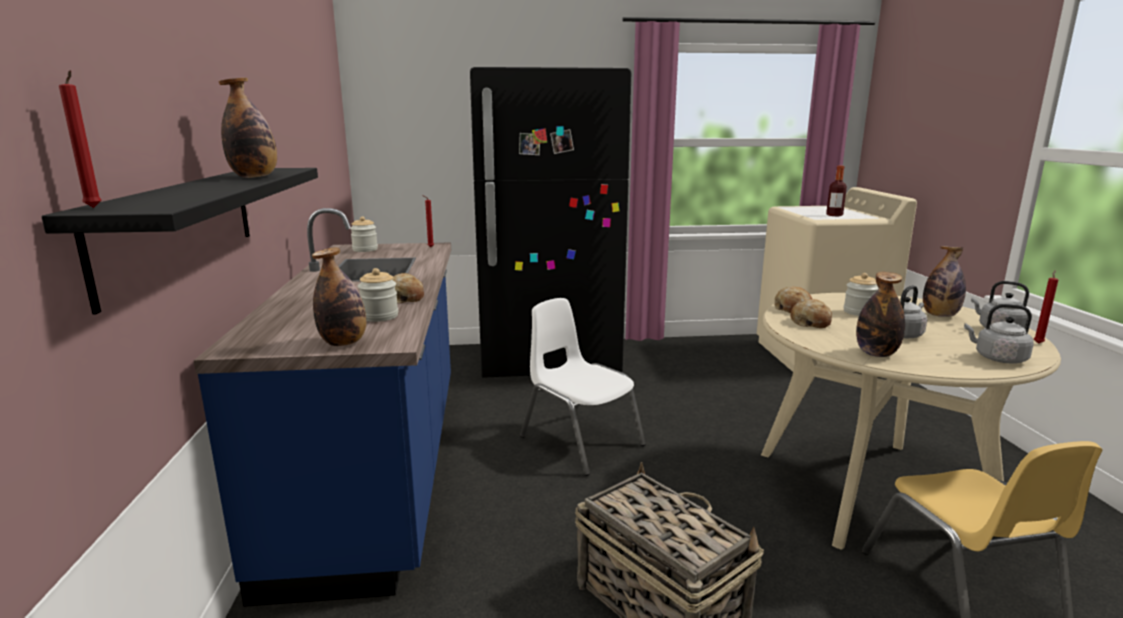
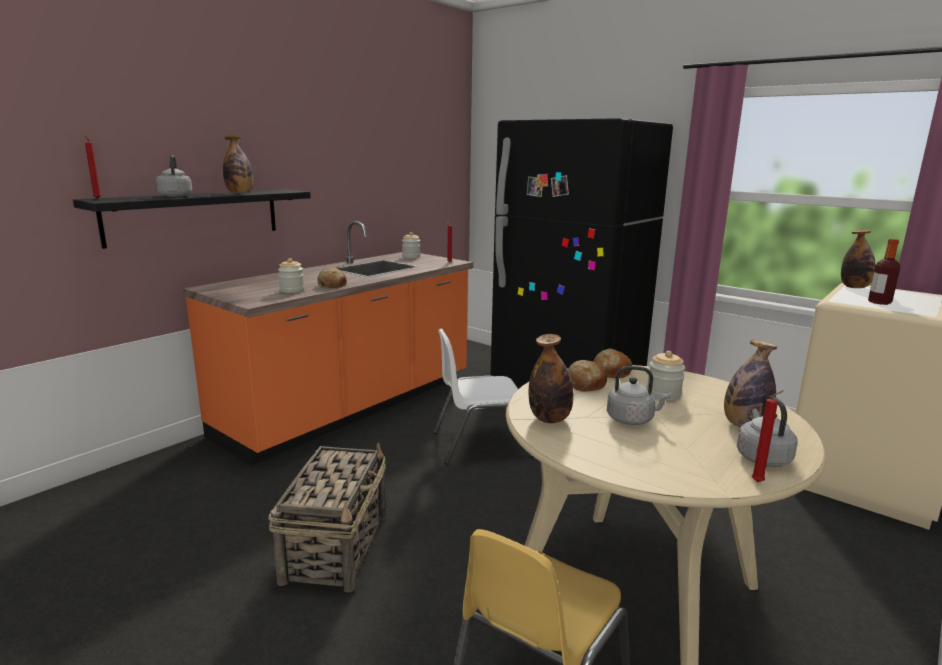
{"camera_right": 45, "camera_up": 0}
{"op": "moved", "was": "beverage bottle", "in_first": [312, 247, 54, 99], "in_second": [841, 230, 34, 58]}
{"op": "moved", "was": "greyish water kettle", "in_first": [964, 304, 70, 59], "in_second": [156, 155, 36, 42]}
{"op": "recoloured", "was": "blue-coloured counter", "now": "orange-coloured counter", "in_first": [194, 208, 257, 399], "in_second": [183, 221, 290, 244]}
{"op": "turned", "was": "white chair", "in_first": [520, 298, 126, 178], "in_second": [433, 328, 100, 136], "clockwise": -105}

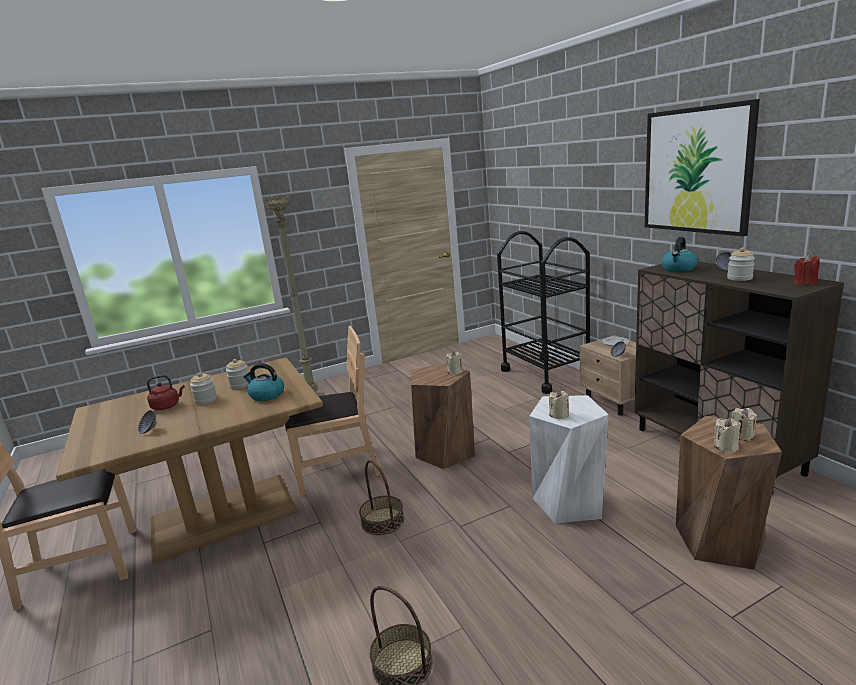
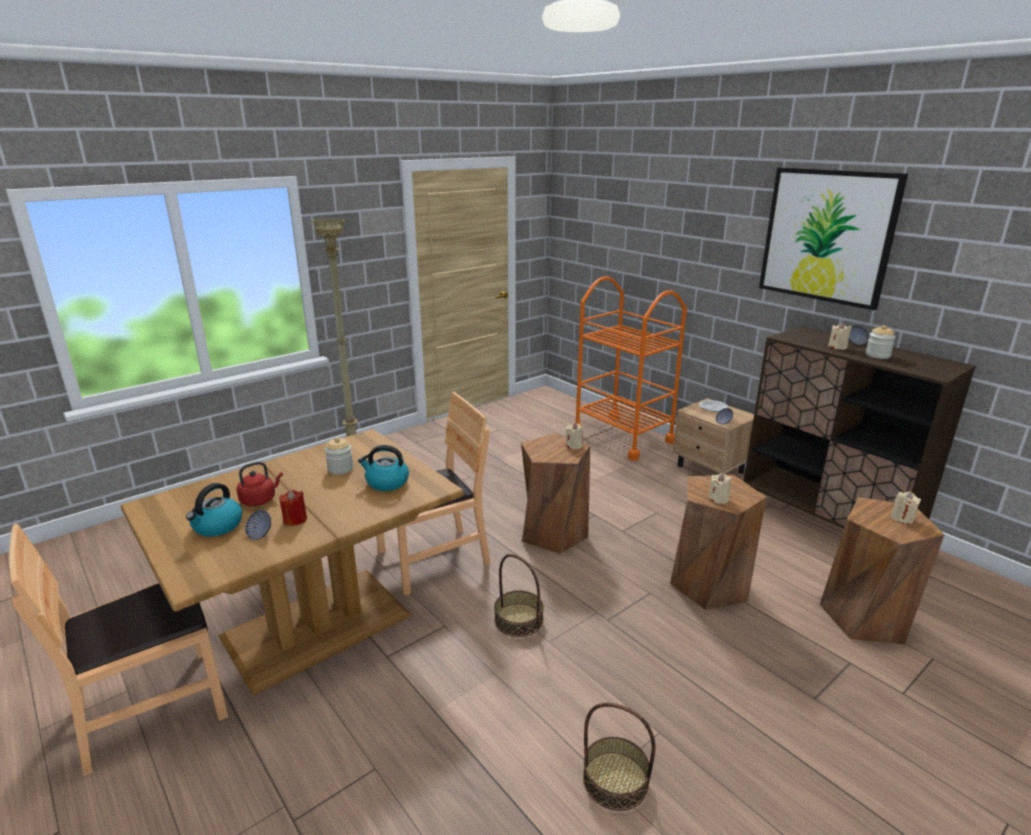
{"camera_right": -15, "camera_up": 5}
{"op": "removed", "was": "storage jar", "in_first": [190, 373, 27, 32]}
{"op": "moved", "was": "water kettle", "in_first": [661, 237, 37, 35], "in_second": [186, 483, 56, 53]}
{"op": "moved", "was": "beige-coloured candle", "in_first": [714, 418, 27, 34], "in_second": [828, 322, 24, 28]}
{"op": "moved", "was": "red candle", "in_first": [794, 255, 26, 30], "in_second": [279, 490, 28, 36]}
{"op": "recoloured", "was": "blackish cart", "now": "orange-coloured cart", "in_first": [497, 231, 93, 163], "in_second": [573, 276, 114, 185]}
{"op": "recoloured", "was": "white sitting stool", "now": "brown sitting stool", "in_first": [529, 395, 80, 128], "in_second": [670, 475, 97, 135]}

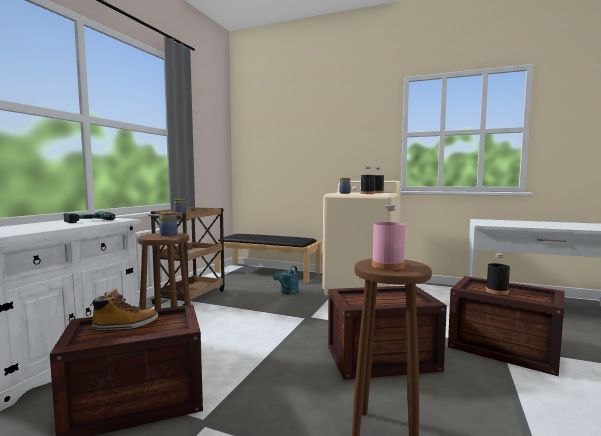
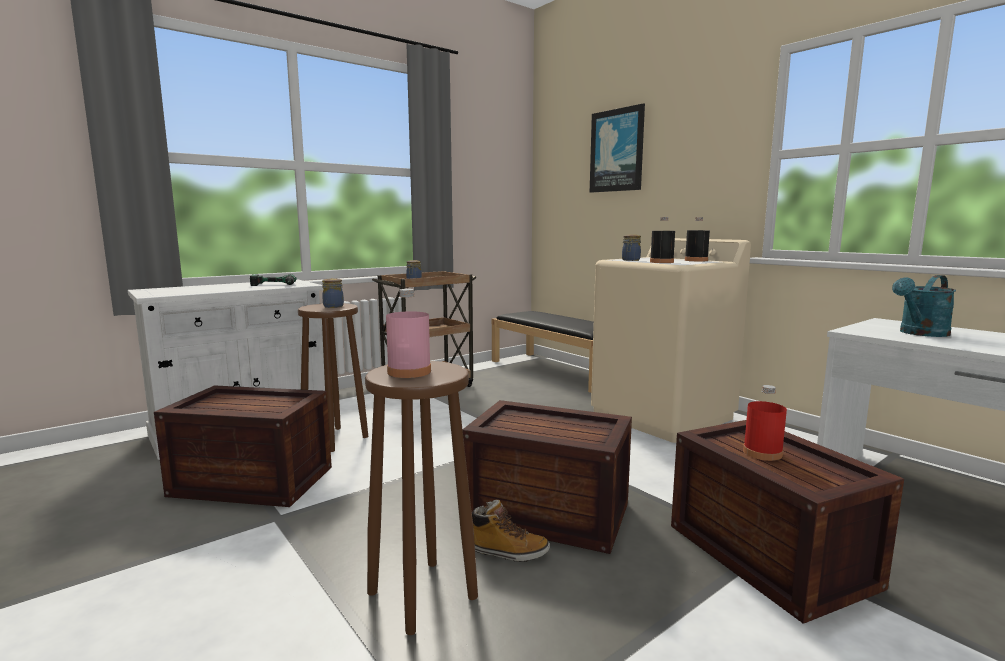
{"camera_right": 30, "camera_up": 5}
{"op": "added", "now": "wall art", "in_second": [590, 103, 55, 90]}
{"op": "moved", "was": "tall boot", "in_first": [90, 288, 68, 43], "in_second": [472, 500, 78, 62]}
{"op": "moved", "was": "turquoise-coloured watering can", "in_first": [273, 266, 26, 29], "in_second": [892, 275, 64, 62]}
{"op": "recoloured", "was": "blackish beverage bottle", "now": "red beverage bottle", "in_first": [486, 254, 24, 41], "in_second": [743, 385, 44, 76]}

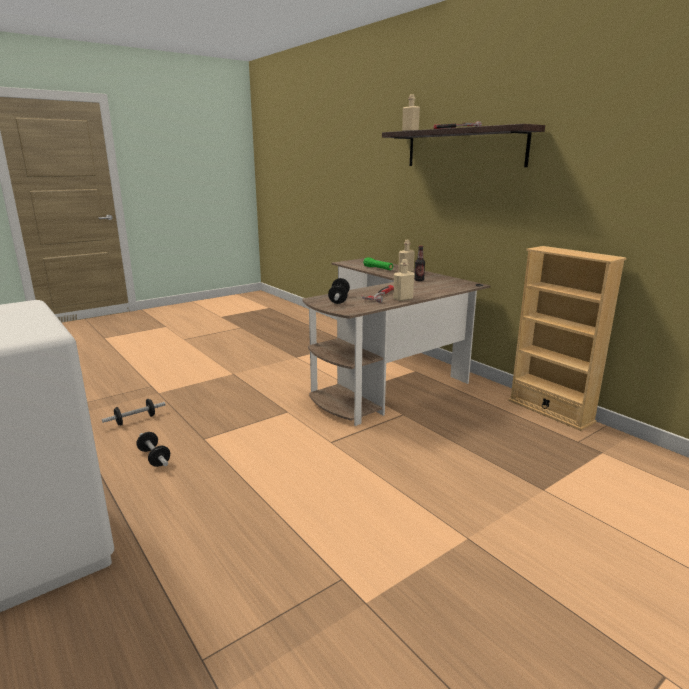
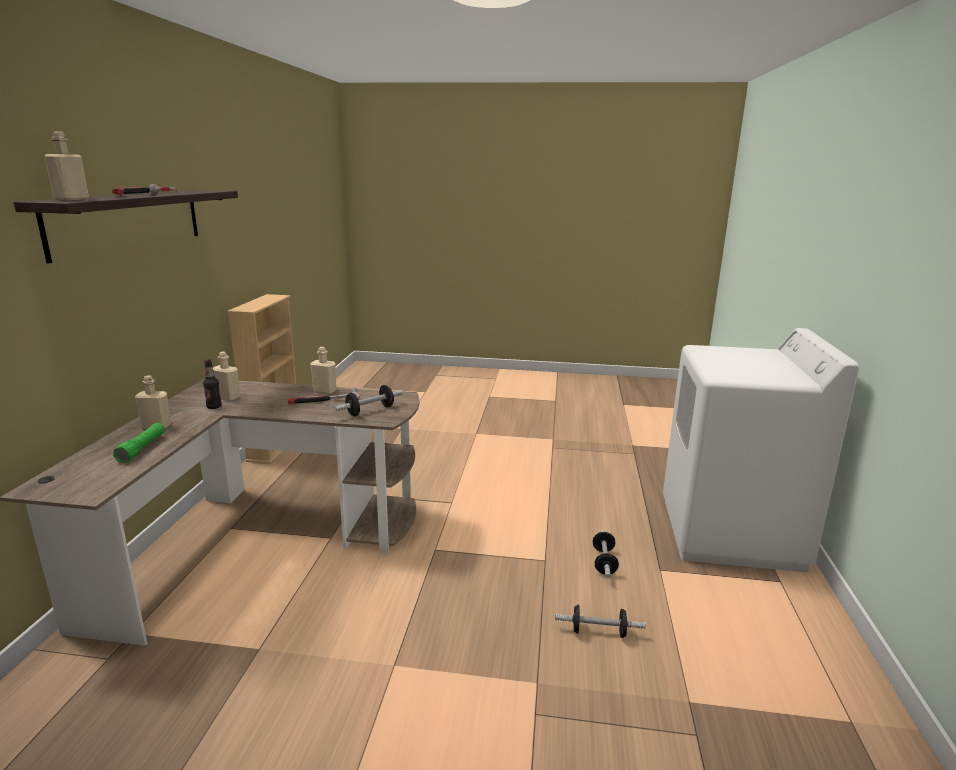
{"camera_right": -135, "camera_up": 0}
{"op": "added", "now": "beige-coloured beverage bottle", "in_second": [213, 352, 28, 49]}

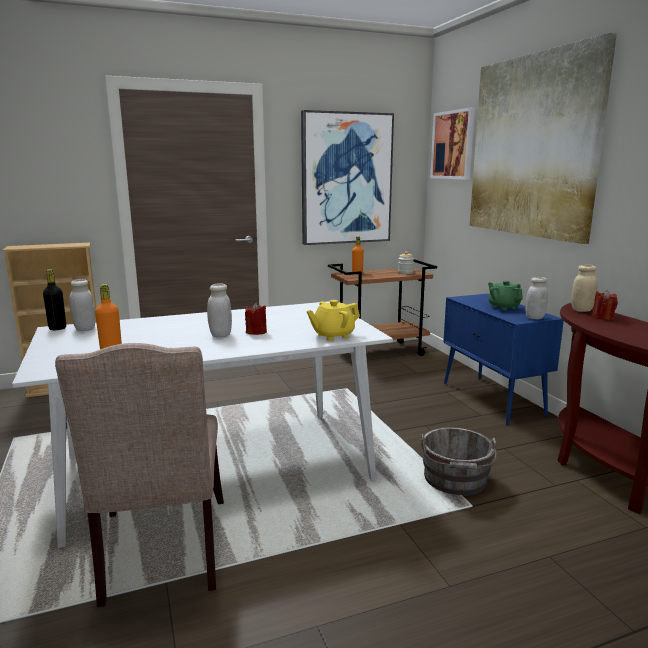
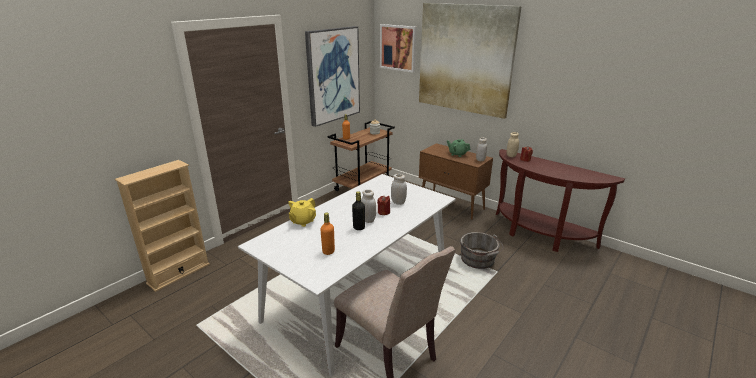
{"camera_right": -30, "camera_up": 10}
{"op": "moved", "was": "blackish beverage bottle", "in_first": [43, 269, 23, 61], "in_second": [352, 191, 13, 39]}
{"op": "moved", "was": "white storage jar", "in_first": [69, 279, 26, 52], "in_second": [391, 174, 16, 31]}
{"op": "moved", "was": "yellow tea pot", "in_first": [307, 300, 53, 41], "in_second": [288, 198, 28, 29]}
{"op": "recoloured", "was": "blue-coloured cupboard", "now": "brown cupboard", "in_first": [443, 294, 121, 131], "in_second": [419, 143, 74, 77]}

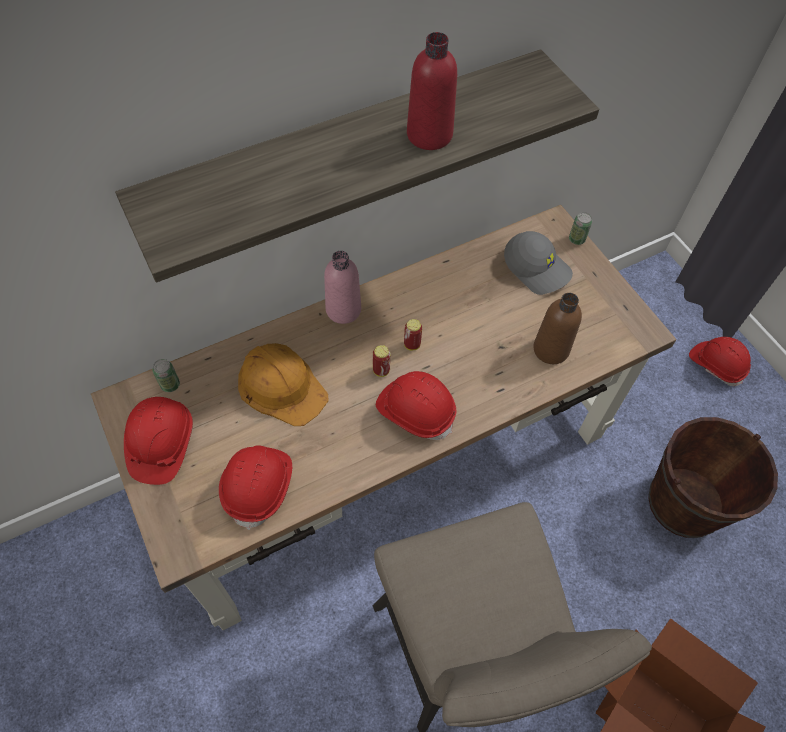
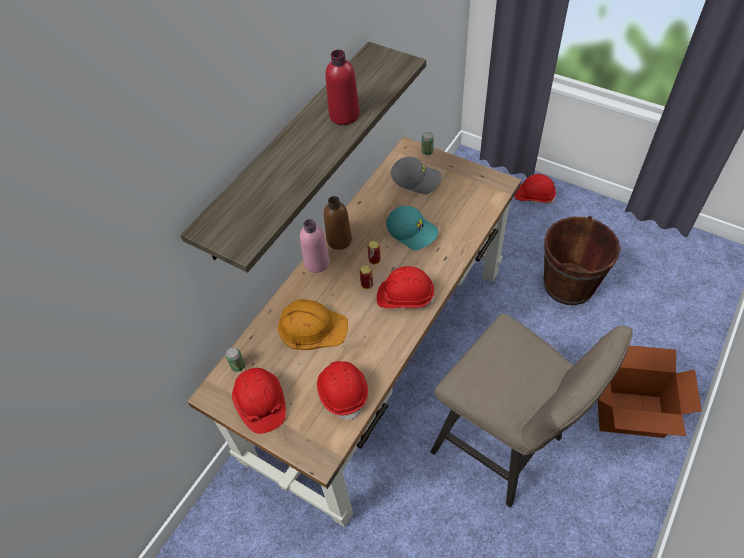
{"camera_right": -25, "camera_up": -5}
{"op": "added", "now": "turquoise-coloured cap", "in_second": [386, 206, 53, 45]}
{"op": "moved", "was": "brown beverage bottle", "in_first": [533, 293, 49, 71], "in_second": [324, 196, 28, 54]}

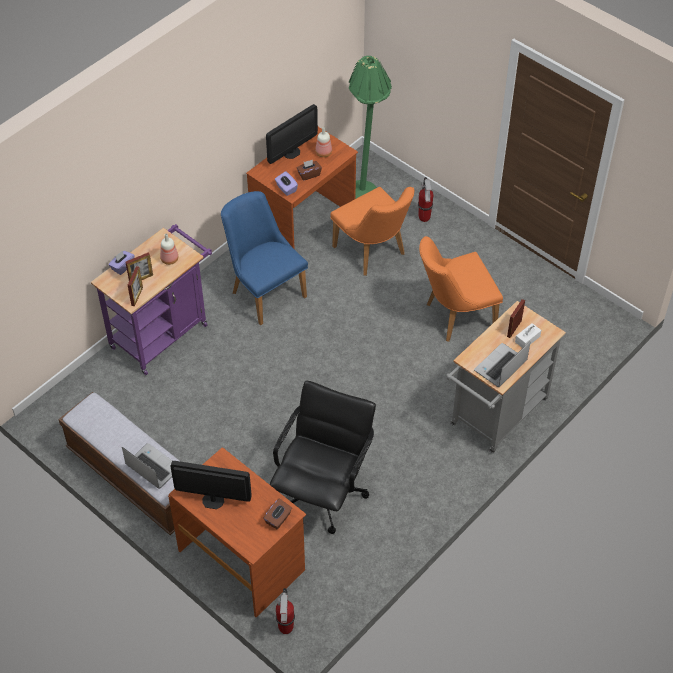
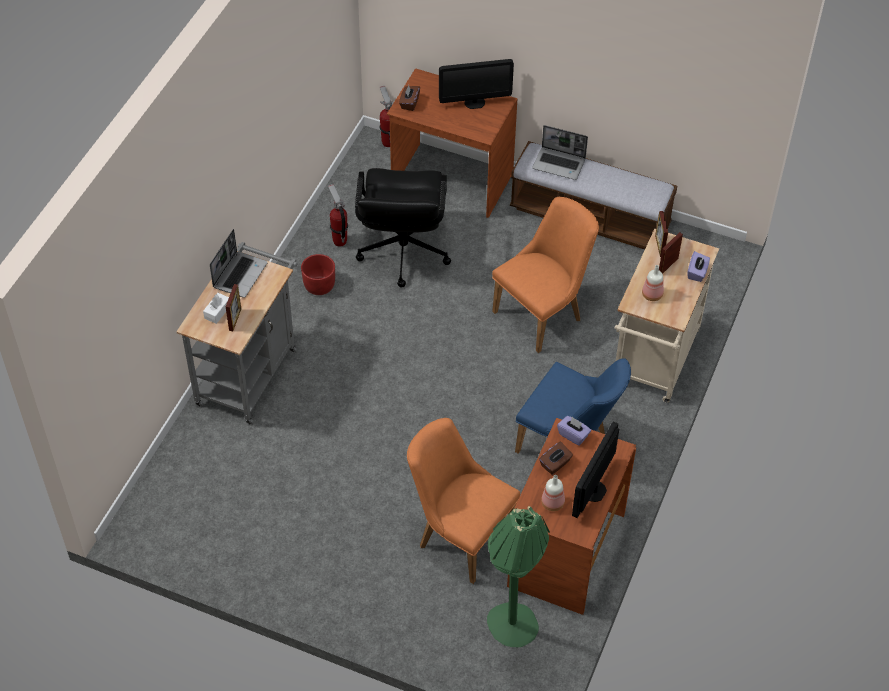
{"camera_right": 160, "camera_up": 0}
{"op": "added", "now": "red flower pot", "in_second": [301, 254, 34, 41]}
{"op": "moved", "was": "fire-fighting cylinder", "in_first": [418, 177, 15, 45], "in_second": [328, 184, 20, 63]}
{"op": "moved", "was": "orange-coloured chair", "in_first": [419, 236, 84, 106], "in_second": [492, 197, 107, 156]}
{"op": "recoloured", "was": "purplish cart", "now": "beige-coloured cart", "in_first": [91, 224, 121, 151], "in_second": [614, 229, 105, 174]}

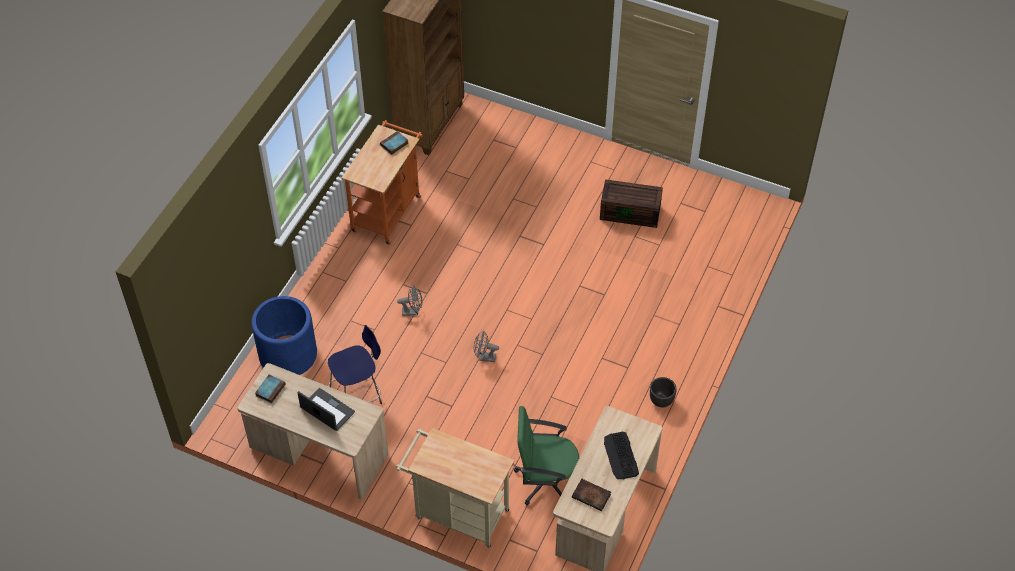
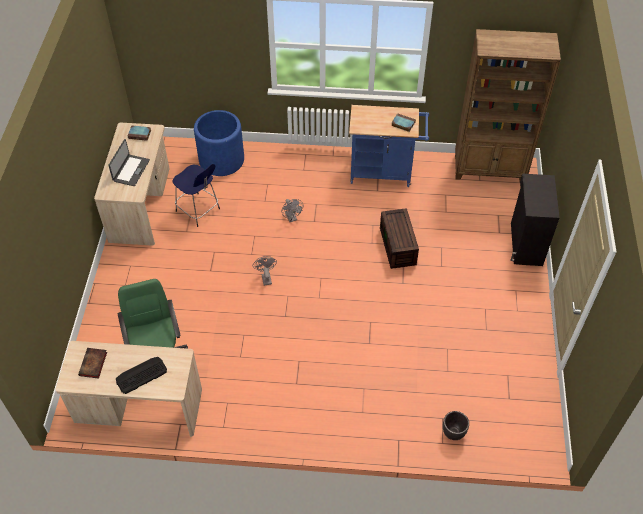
{"camera_right": 70, "camera_up": 0}
{"op": "removed", "was": "beige-coloured cart", "in_first": [396, 428, 118, 120]}
{"op": "added", "now": "blackish cupboard", "in_second": [511, 174, 48, 92]}
{"op": "moved", "was": "brown storage container", "in_first": [600, 179, 63, 49], "in_second": [380, 208, 39, 61]}
{"op": "moved", "was": "blackish flower pot", "in_first": [650, 377, 27, 30], "in_second": [443, 411, 26, 29]}
{"op": "recoloured", "was": "orange-coloured cart", "now": "blue-coloured cart", "in_first": [341, 120, 82, 125], "in_second": [349, 105, 80, 82]}

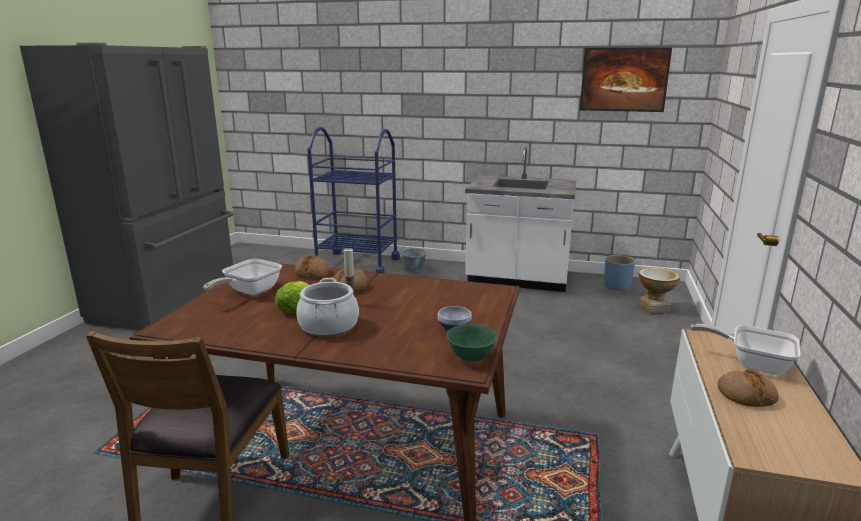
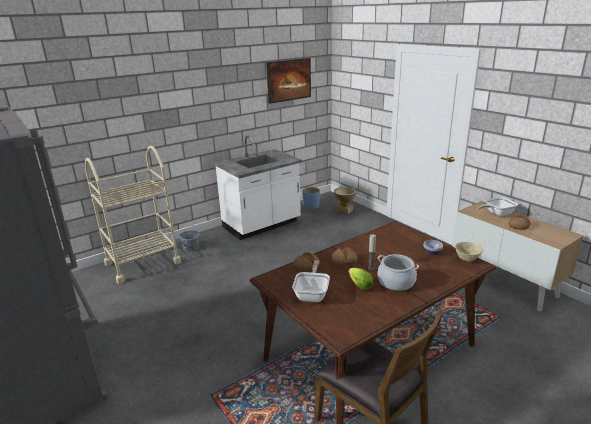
{"camera_right": -50, "camera_up": 5}
{"op": "recoloured", "was": "blue-coloured cart", "now": "beige-coloured cart", "in_first": [307, 127, 93, 146], "in_second": [85, 146, 96, 138]}
{"op": "recoloured", "was": "greenish deep dish", "now": "beige-coloured deep dish", "in_first": [447, 324, 50, 38], "in_second": [455, 242, 28, 19]}
{"op": "turned", "was": "skillet", "in_first": [203, 259, 79, 36], "in_second": [292, 260, 38, 42], "clockwise": -150}

